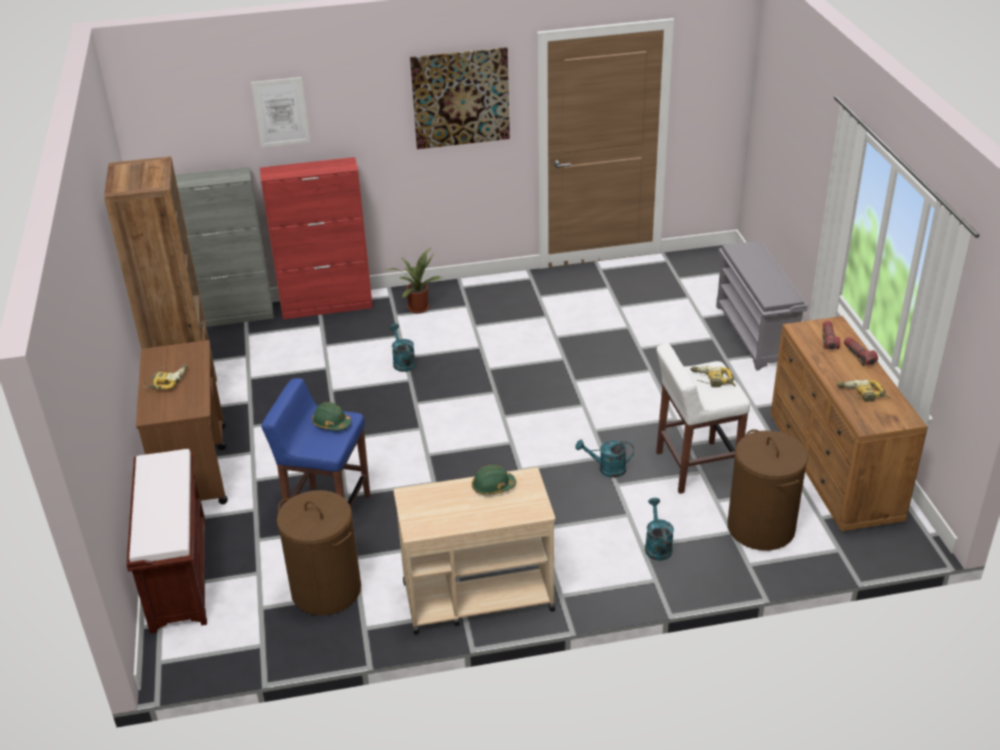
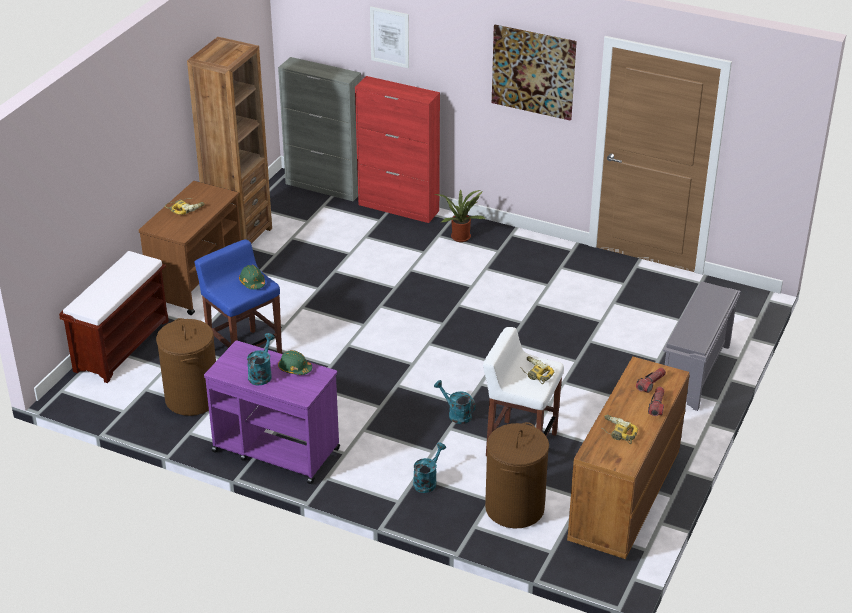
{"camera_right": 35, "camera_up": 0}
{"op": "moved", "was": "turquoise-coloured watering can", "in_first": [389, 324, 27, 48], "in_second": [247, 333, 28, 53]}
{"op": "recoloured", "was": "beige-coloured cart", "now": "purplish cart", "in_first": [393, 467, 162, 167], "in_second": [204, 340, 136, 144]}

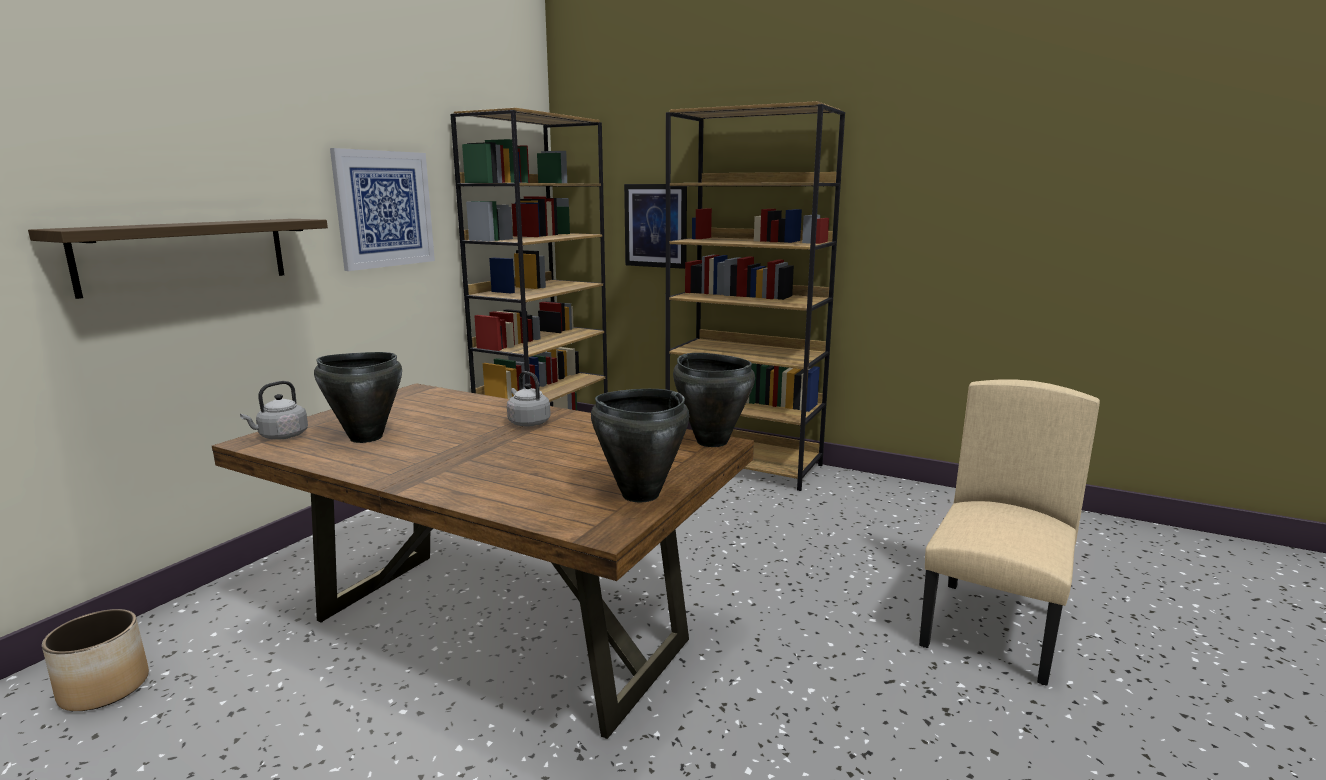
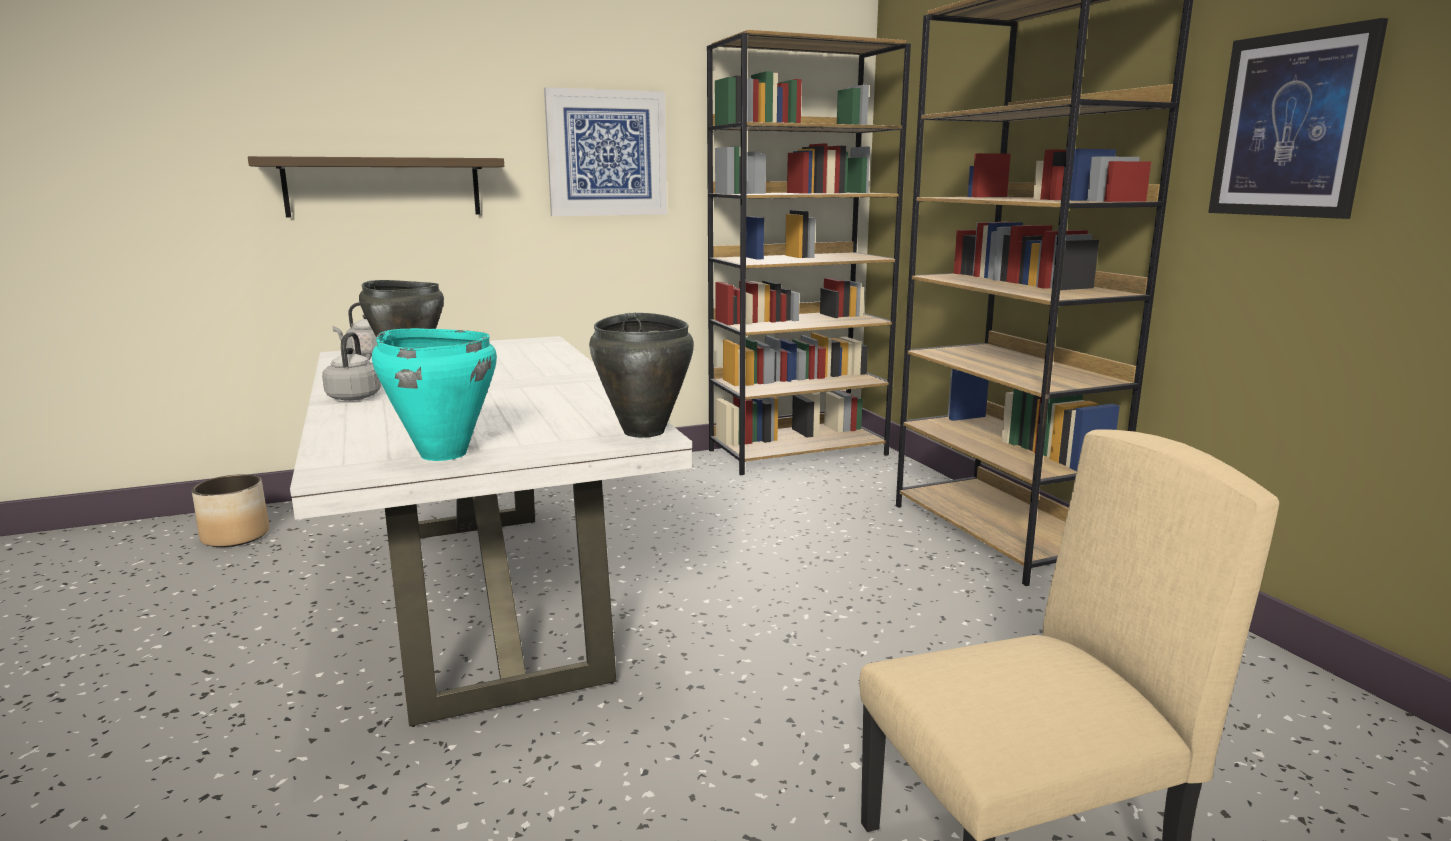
{"camera_right": 40, "camera_up": 0}
{"op": "moved", "was": "greyish water kettle", "in_first": [507, 371, 44, 55], "in_second": [322, 332, 59, 69]}
{"op": "moved", "was": "wall art", "in_first": [624, 184, 63, 85], "in_second": [1208, 18, 180, 201]}
{"op": "recoloured", "was": "brown dinner table", "now": "white dinner table", "in_first": [212, 383, 542, 356], "in_second": [290, 336, 402, 391]}
{"op": "recoloured", "was": "blackish stockpot", "now": "turquoise-coloured stockpot", "in_first": [591, 389, 98, 113], "in_second": [372, 328, 125, 133]}

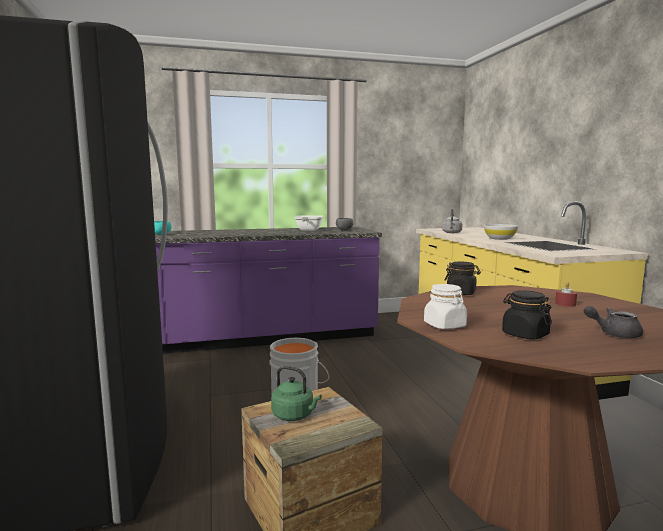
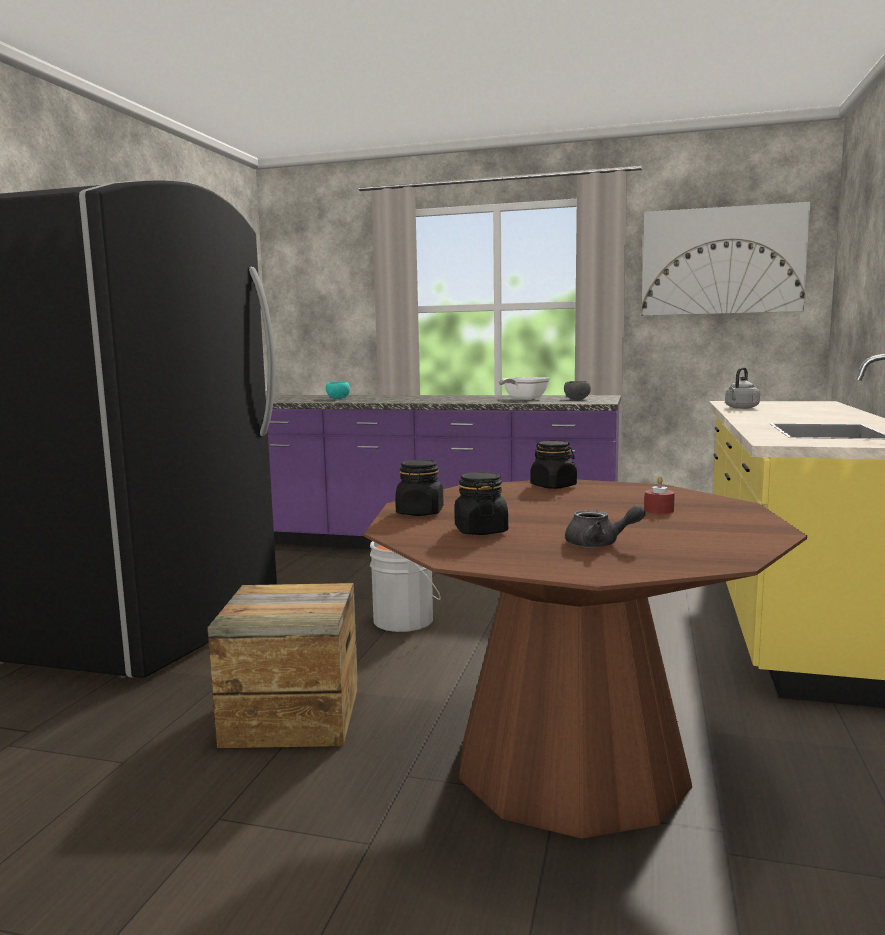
{"camera_right": 30, "camera_up": 0}
{"op": "removed", "was": "greenish water kettle", "in_first": [271, 366, 50, 55]}
{"op": "removed", "was": "white deep dish", "in_first": [484, 224, 34, 16]}
{"op": "added", "now": "wall art", "in_second": [642, 202, 168, 114]}
{"op": "recoloured", "was": "white storage jar", "now": "blackish storage jar", "in_first": [424, 284, 43, 45], "in_second": [395, 460, 49, 56]}
{"op": "turned", "was": "greyish tea pot", "in_first": [584, 306, 59, 32], "in_second": [565, 505, 81, 43], "clockwise": 150}

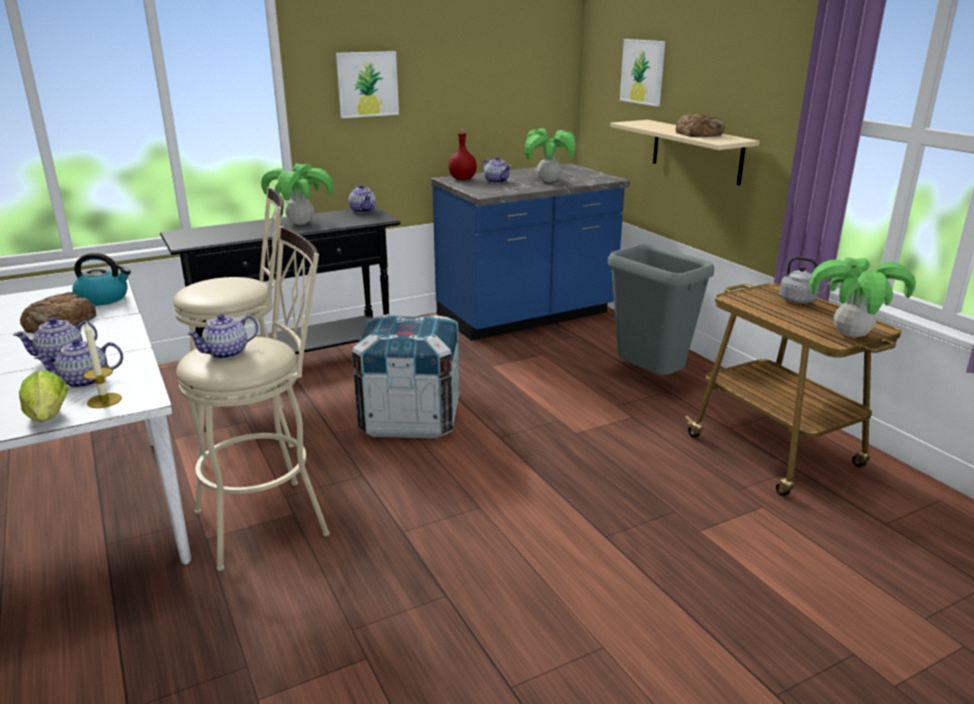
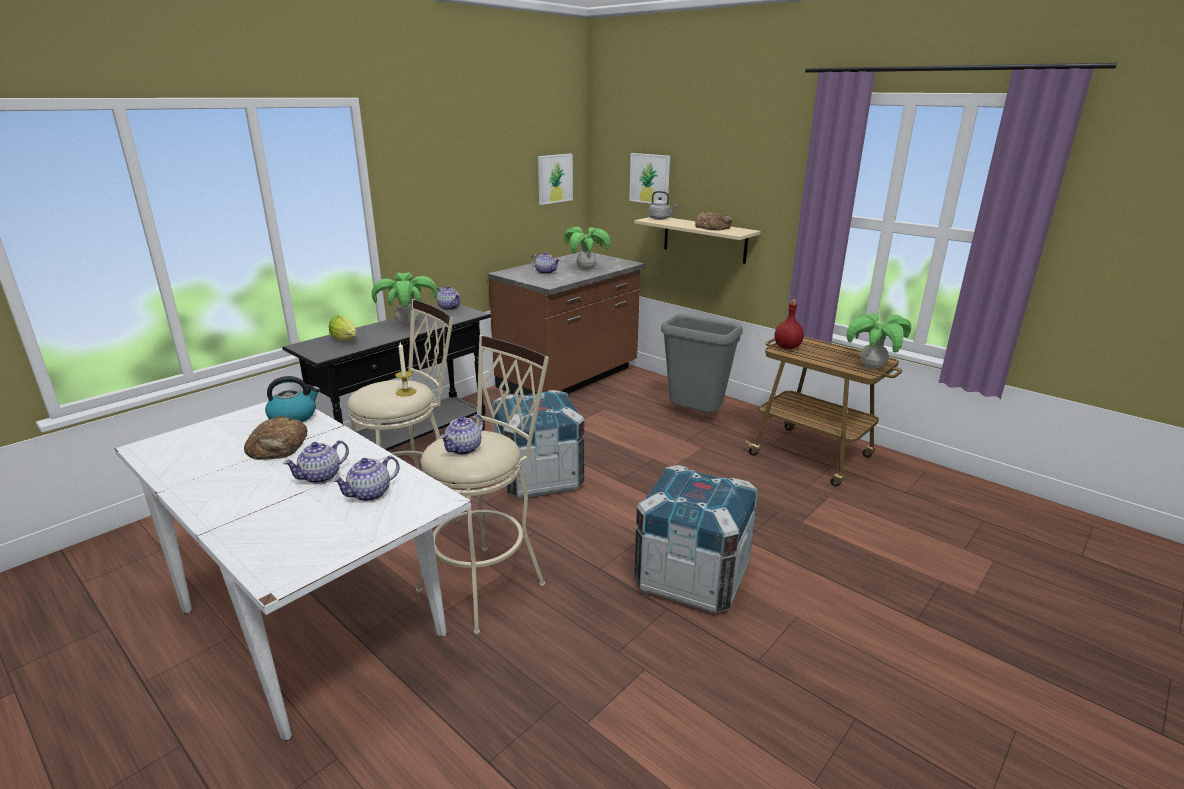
{"camera_right": -20, "camera_up": 0}
{"op": "added", "now": "shipping crate", "in_second": [634, 465, 124, 148]}
{"op": "moved", "was": "lettuce head", "in_first": [19, 370, 49, 52], "in_second": [329, 316, 28, 25]}
{"op": "moved", "was": "candle", "in_first": [83, 321, 39, 87], "in_second": [395, 342, 21, 54]}
{"op": "moved", "was": "wall art", "in_first": [336, 51, 63, 67], "in_second": [538, 154, 35, 51]}
{"op": "moved", "was": "red beverage bottle", "in_first": [448, 129, 29, 51], "in_second": [774, 299, 30, 50]}
{"op": "moved", "was": "greyish water kettle", "in_first": [779, 257, 51, 46], "in_second": [649, 191, 28, 29]}
{"op": "recoloured", "was": "blue-coloured counter", "now": "brown counter", "in_first": [431, 163, 199, 178], "in_second": [488, 252, 157, 143]}

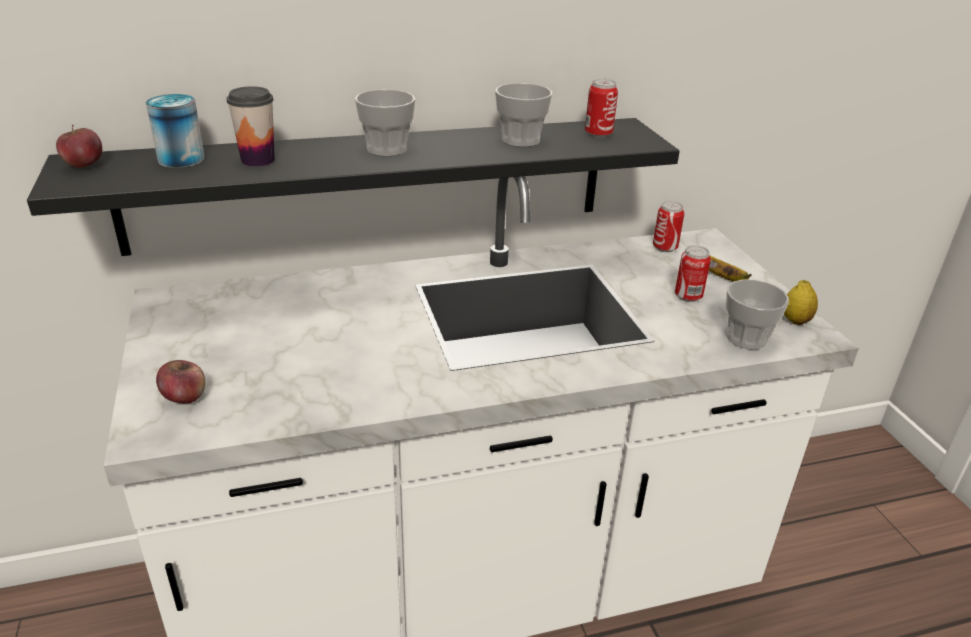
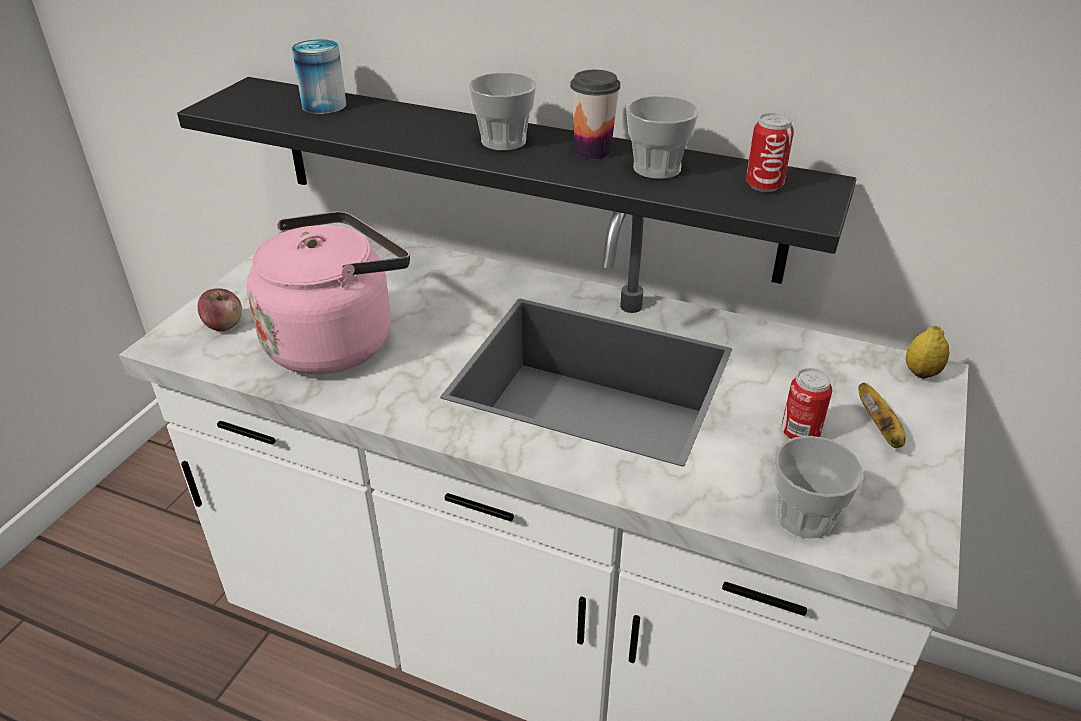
{"camera_right": 40, "camera_up": 5}
{"op": "removed", "was": "apple", "in_first": [56, 124, 46, 44]}
{"op": "removed", "was": "sealed can", "in_first": [653, 201, 31, 51]}
{"op": "added", "now": "pink-coloured water kettle", "in_second": [247, 211, 163, 163]}
{"op": "moved", "was": "drinking cup", "in_first": [227, 86, 48, 80], "in_second": [570, 70, 50, 89]}
{"op": "moved", "was": "whole lemon", "in_first": [784, 280, 34, 45], "in_second": [906, 326, 43, 53]}

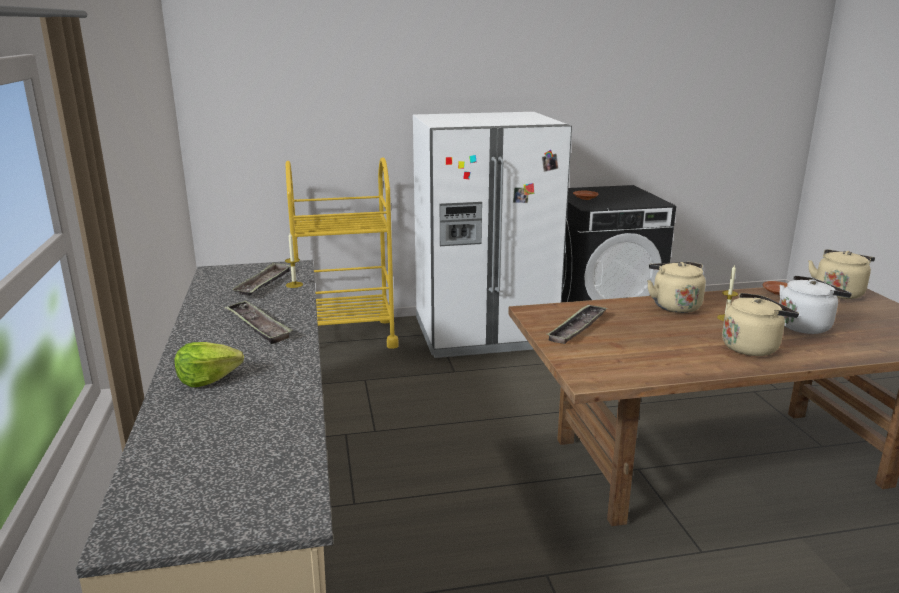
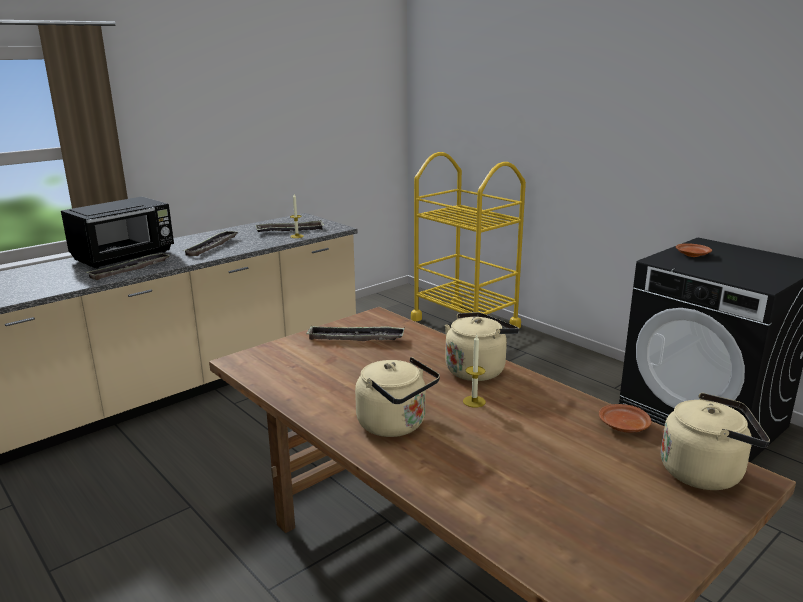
{"camera_right": 60, "camera_up": 0}
{"op": "removed", "was": "white kitchen fridge", "in_first": [413, 112, 159, 246]}
{"op": "removed", "was": "white water kettle", "in_first": [779, 275, 73, 59]}
{"op": "added", "now": "serving tray", "in_second": [86, 253, 85, 27]}
{"op": "replaced", "was": "lettuce head", "now": "blackish microwave oven", "in_first": [175, 342, 69, 45], "in_second": [61, 197, 113, 72]}

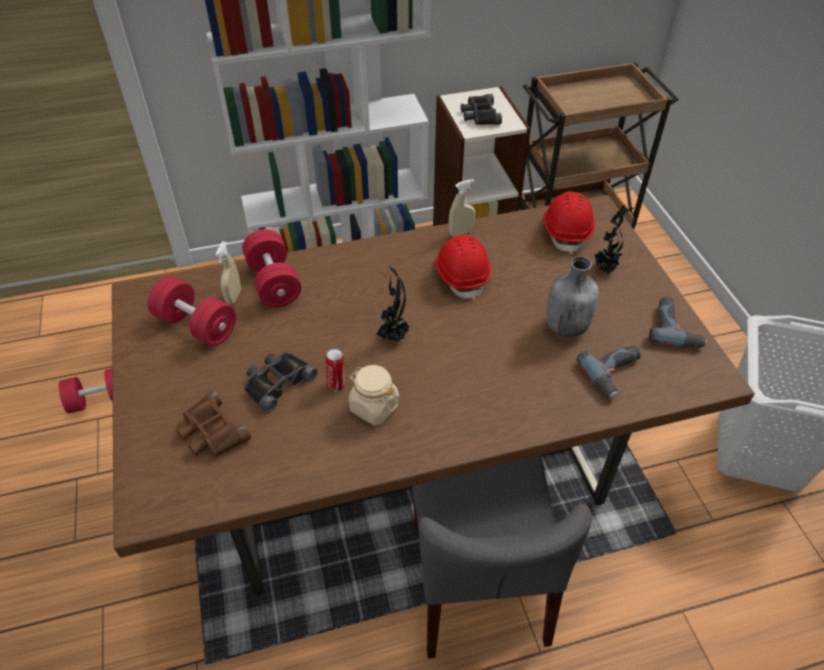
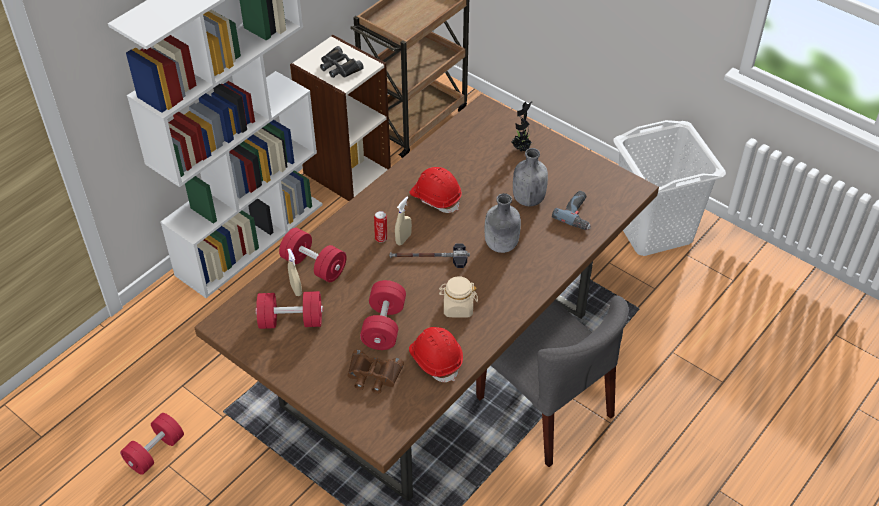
{"camera_right": -35, "camera_up": 0}
{"op": "removed", "was": "electric drill", "in_first": [649, 297, 59, 51]}
{"op": "added", "now": "greyish beverage bottle", "in_second": [484, 193, 37, 60]}
{"op": "moved", "was": "sealed can", "in_first": [325, 349, 20, 43], "in_second": [374, 211, 13, 31]}
{"op": "moved", "was": "beige-coloured sprayer", "in_first": [449, 179, 26, 57], "in_second": [395, 197, 17, 48]}
{"op": "moved", "was": "red work helmet", "in_first": [543, 192, 53, 62], "in_second": [409, 327, 54, 55]}
{"op": "replaced", "was": "blackish binoculars", "now": "red hand weight", "in_first": [244, 352, 73, 61], "in_second": [360, 280, 46, 70]}
{"op": "replaced", "was": "potted plant", "now": "tool hammer", "in_first": [376, 267, 33, 75], "in_second": [389, 243, 81, 25]}

